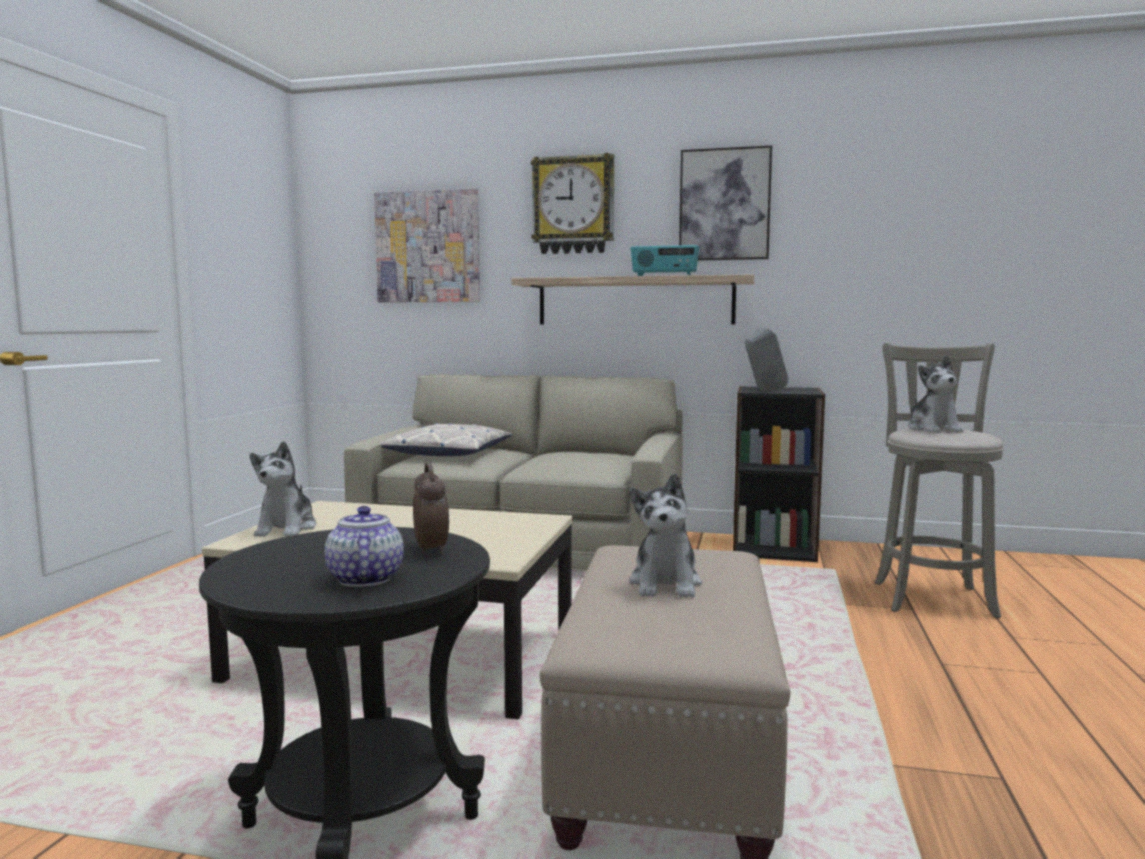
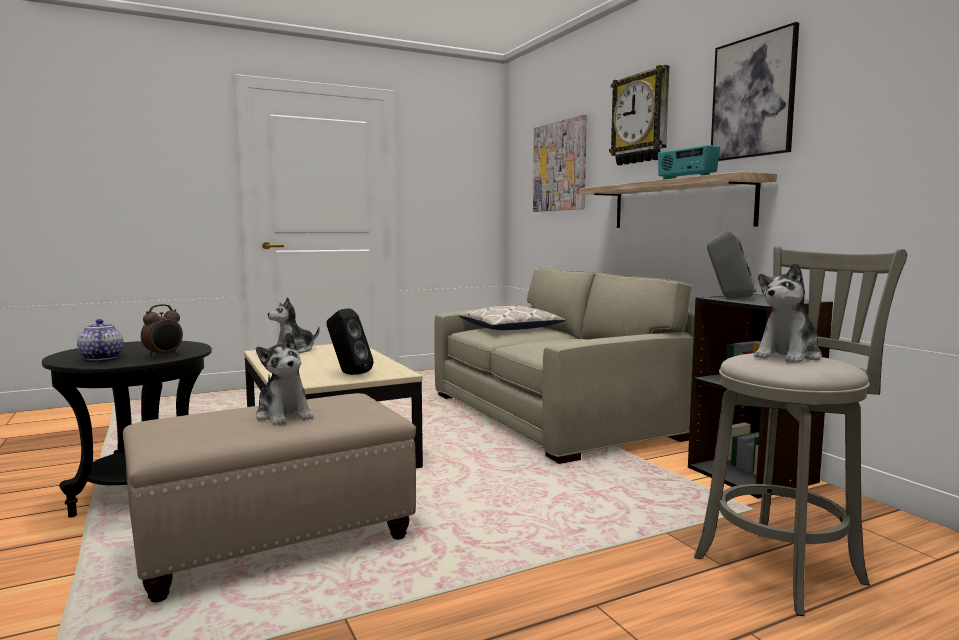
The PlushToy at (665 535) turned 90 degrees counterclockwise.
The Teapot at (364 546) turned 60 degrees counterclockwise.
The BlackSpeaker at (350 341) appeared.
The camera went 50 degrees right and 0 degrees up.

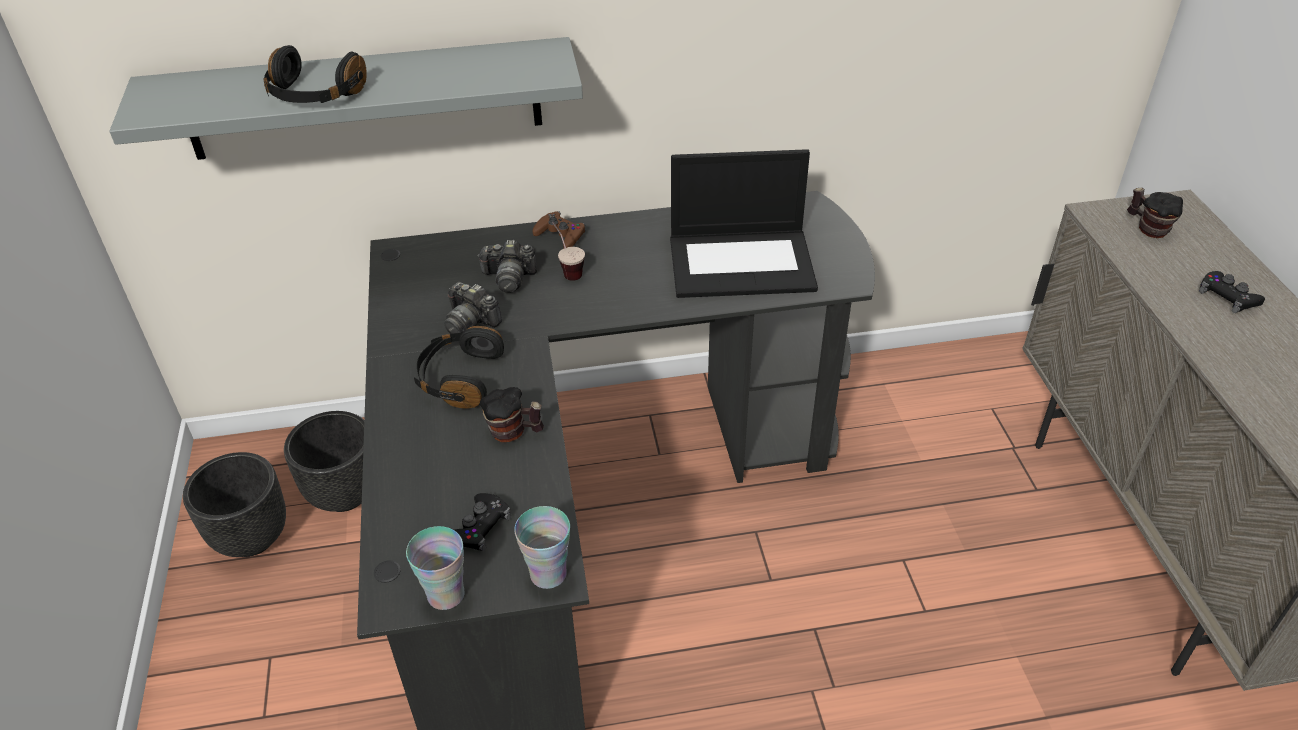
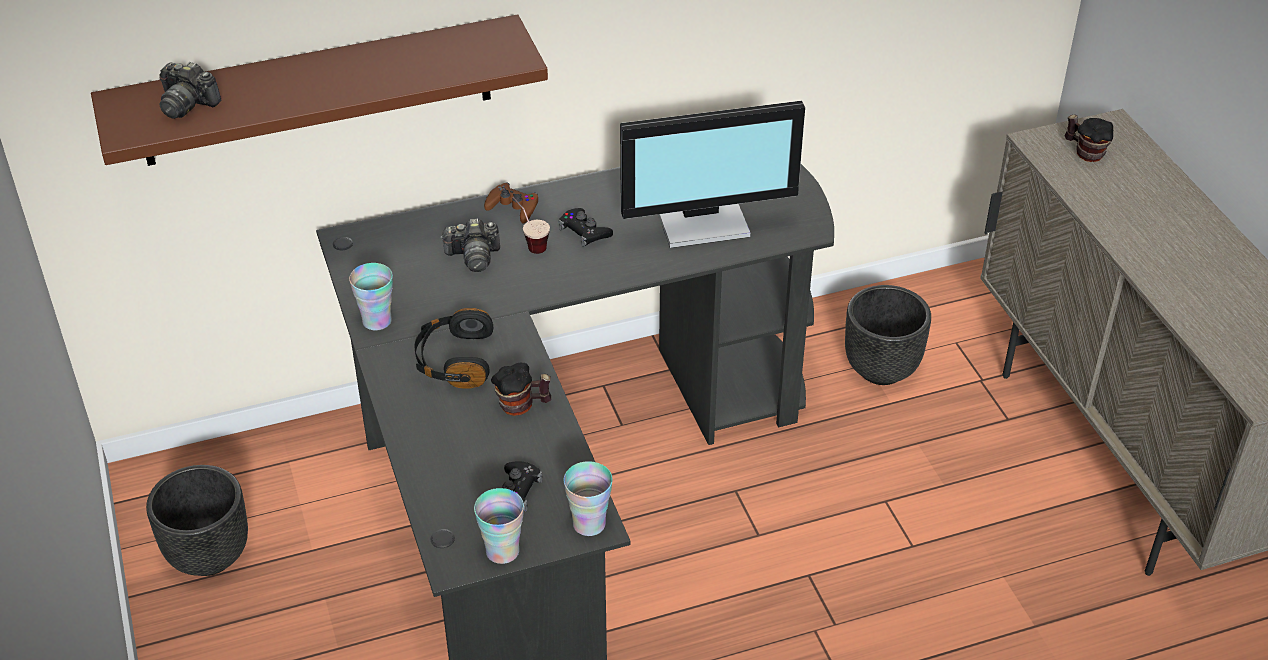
The GreyShelf at (346 98) became the BrownShelf at (319 90).
The BlackHeadphones at (315 74) disappeared.
The Laptop at (744 223) was replaced by the Monitor at (712 174).
The BlackGameController moved from (1232 292) to (585 227).
The PhotoCamera moved from (473 308) to (190 90).
The BlackPlanter moved from (324 461) to (888 335).
The Cup at (371 296) appeared.
The camera went 10 degrees left and 0 degrees up.

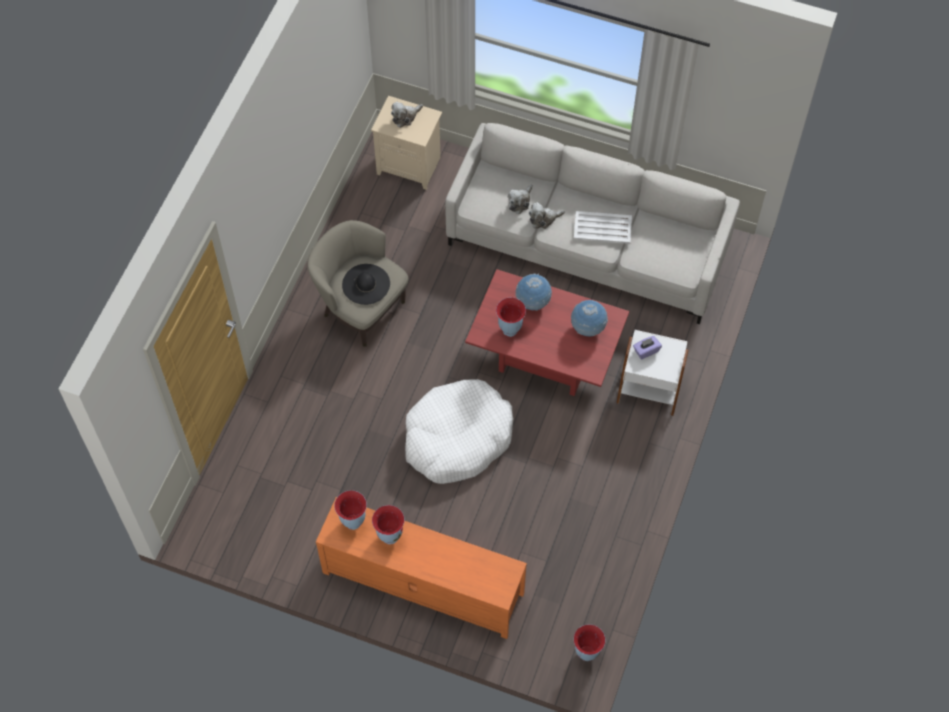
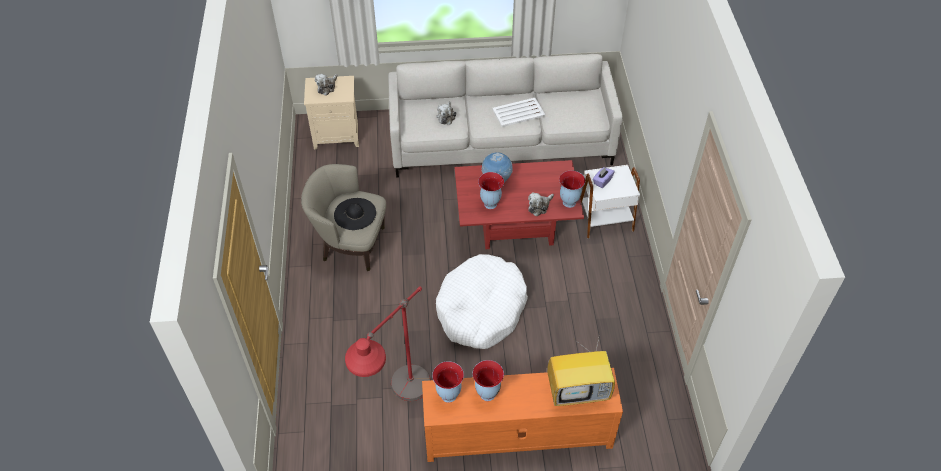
The PlushToy moved from (547 215) to (541 204).
The Globe at (589 318) disappeared.
The Vase moved from (590 642) to (572 189).
The RedFloorLamp at (388 344) appeared.
The Television at (581 372) appeared.
The camera went 25 degrees left and 10 degrees down.

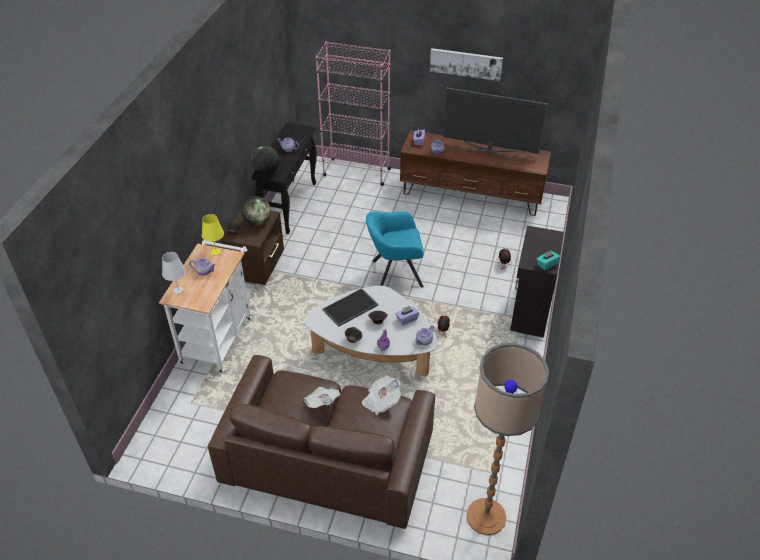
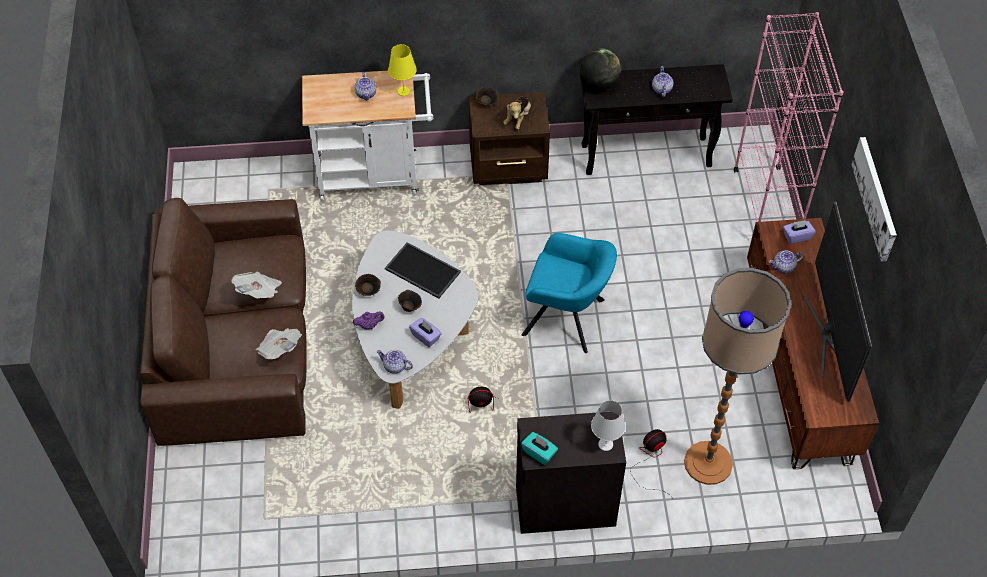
The Globe at (256 211) was replaced by the PlushToy at (517 112).
The TurquoiseArmchair at (395 249) turned 135 degrees clockwise.
The WhiteTableLamp moved from (174 273) to (608 425).
The FloorLamp moved from (507 439) to (737 376).
The camera went 70 degrees right and 10 degrees up.

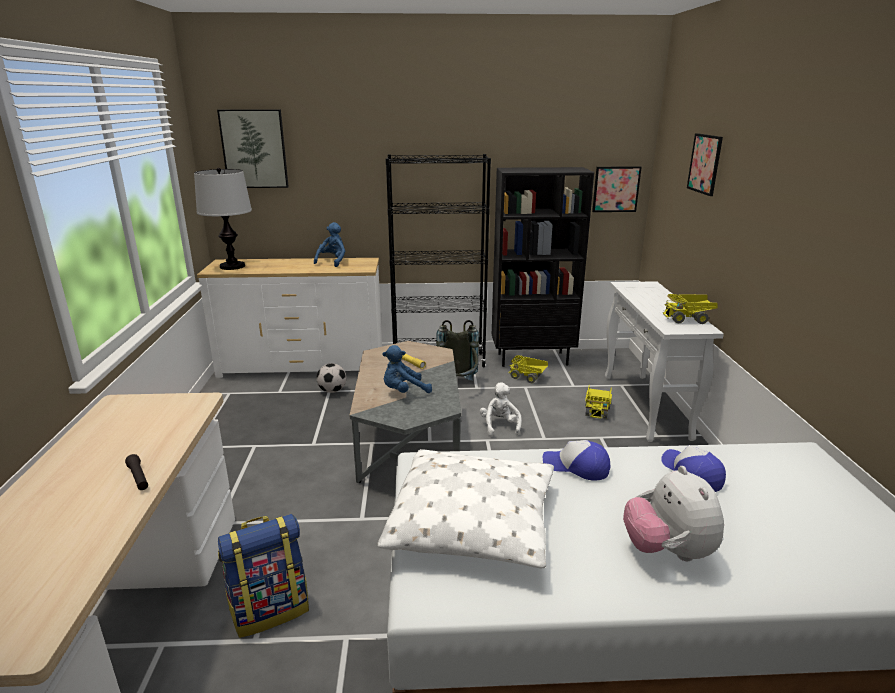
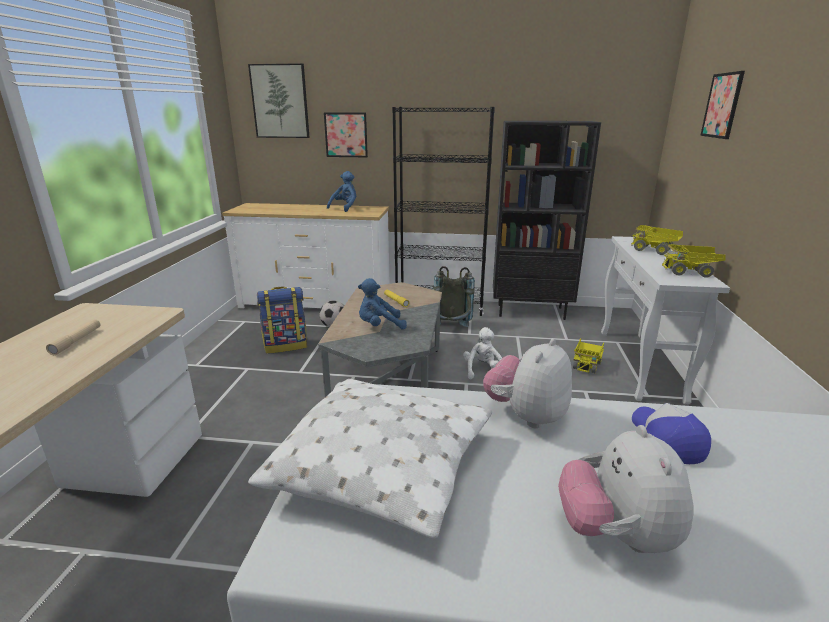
The Picture moved from (617 189) to (346 134).
The TableLamp at (223 219) disappeared.
The ToyTruck moved from (528 369) to (657 240).
The Cap at (576 460) was replaced by the PlushToy at (527 383).
The BlackFlashlight at (136 472) disappeared.
The Backpack moved from (263 576) to (282 320).
The BeigeFlashlight at (73 337) appeared.
The camera went 10 degrees right and 0 degrees up.

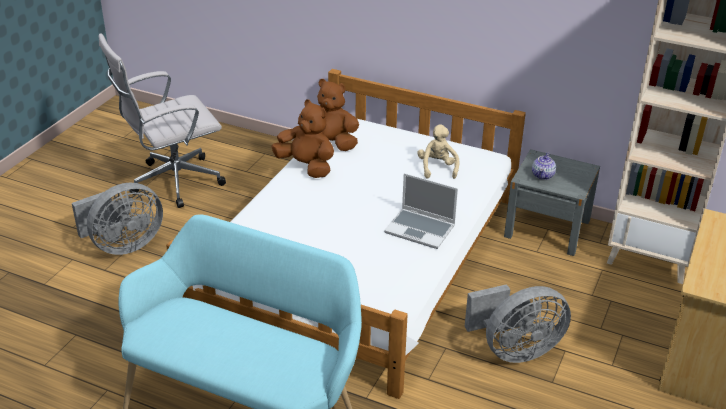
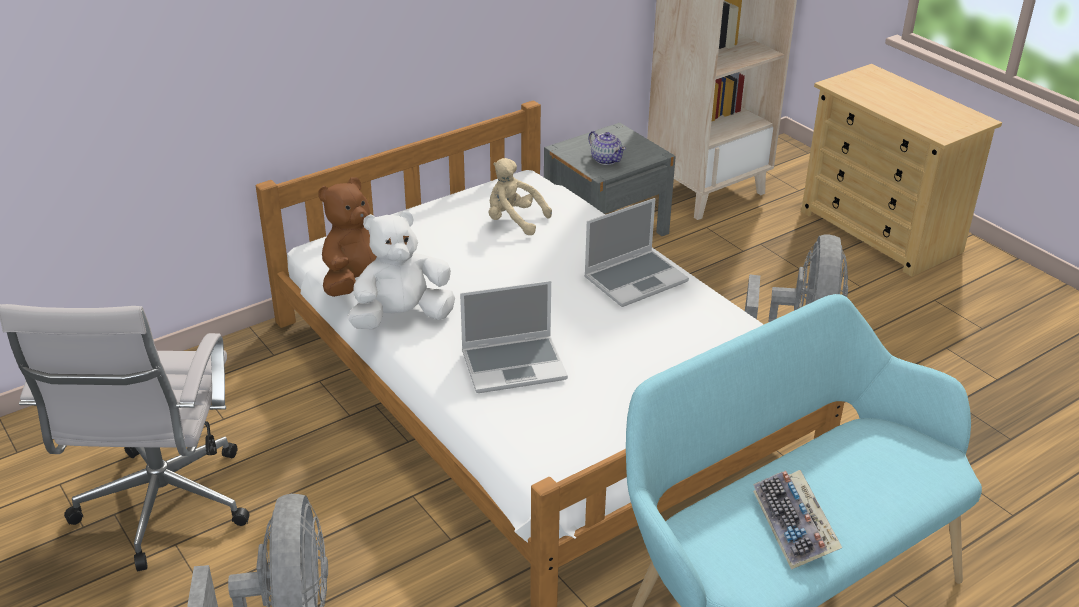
The BrownPlushToy at (302 138) became the WhitePlushToy at (401 270).
The Laptop at (514 336) appeared.
The Keyboard at (797 520) appeared.
The camera went 60 degrees left and 0 degrees up.

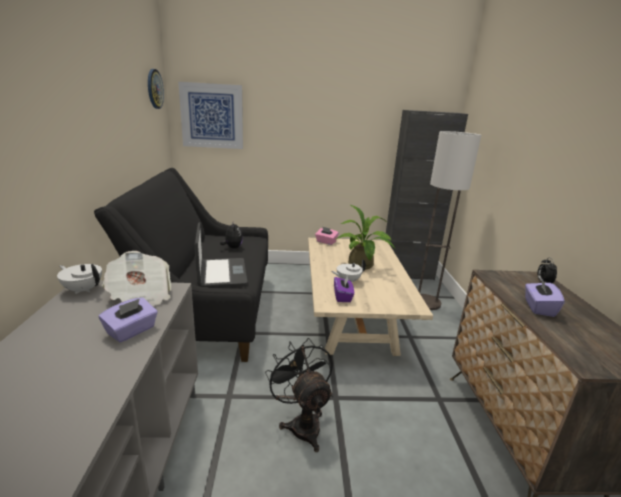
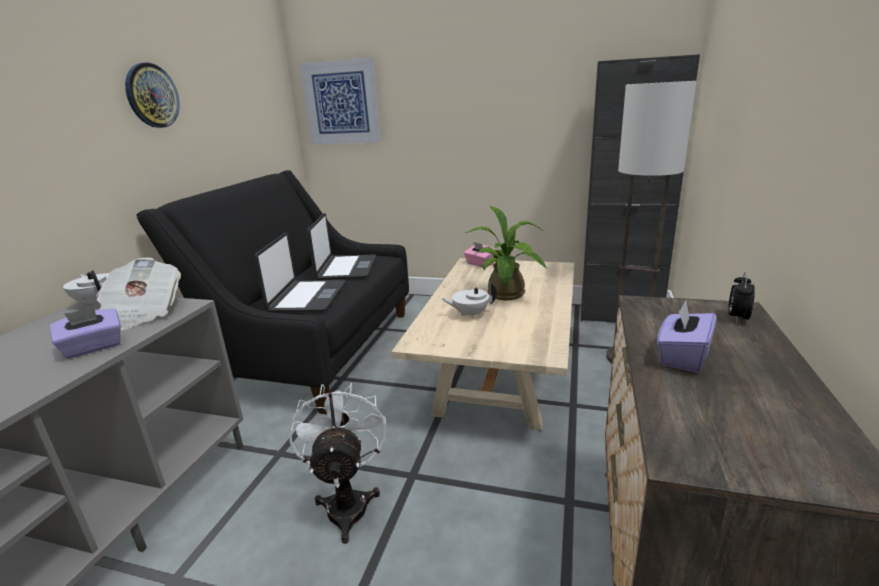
The WallClock moved from (156 89) to (152 95).
The PlushToy at (231 236) was replaced by the Laptop at (341 246).
The PurpleTissueBox at (344 288) disappeared.
The BlackFan at (299 395) became the WhiteFan at (337 463).
The camera went 20 degrees right and 0 degrees up.

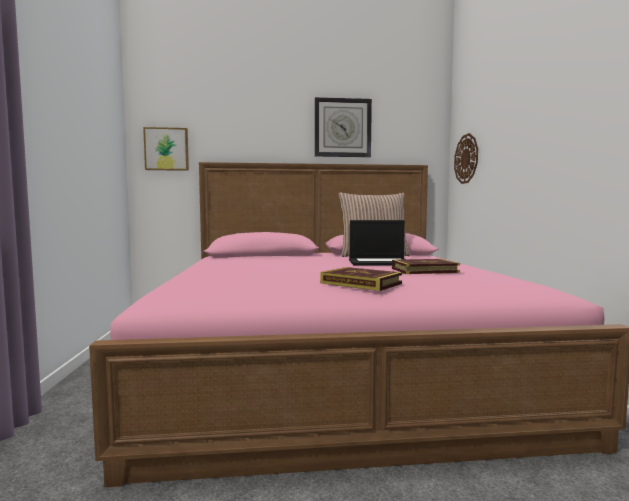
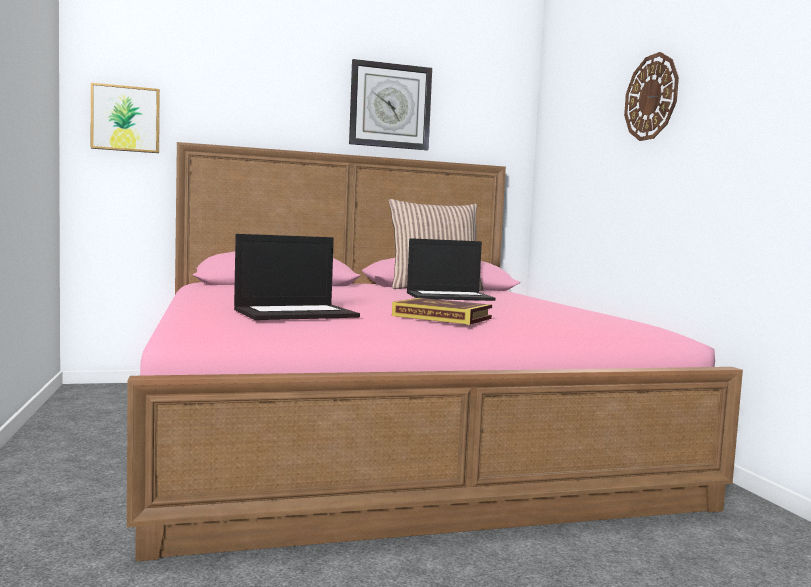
The WallClock moved from (466 158) to (651 96).
The Book at (426 266) disappeared.
The Laptop at (297 277) appeared.
The camera went 10 degrees left and 0 degrees up.

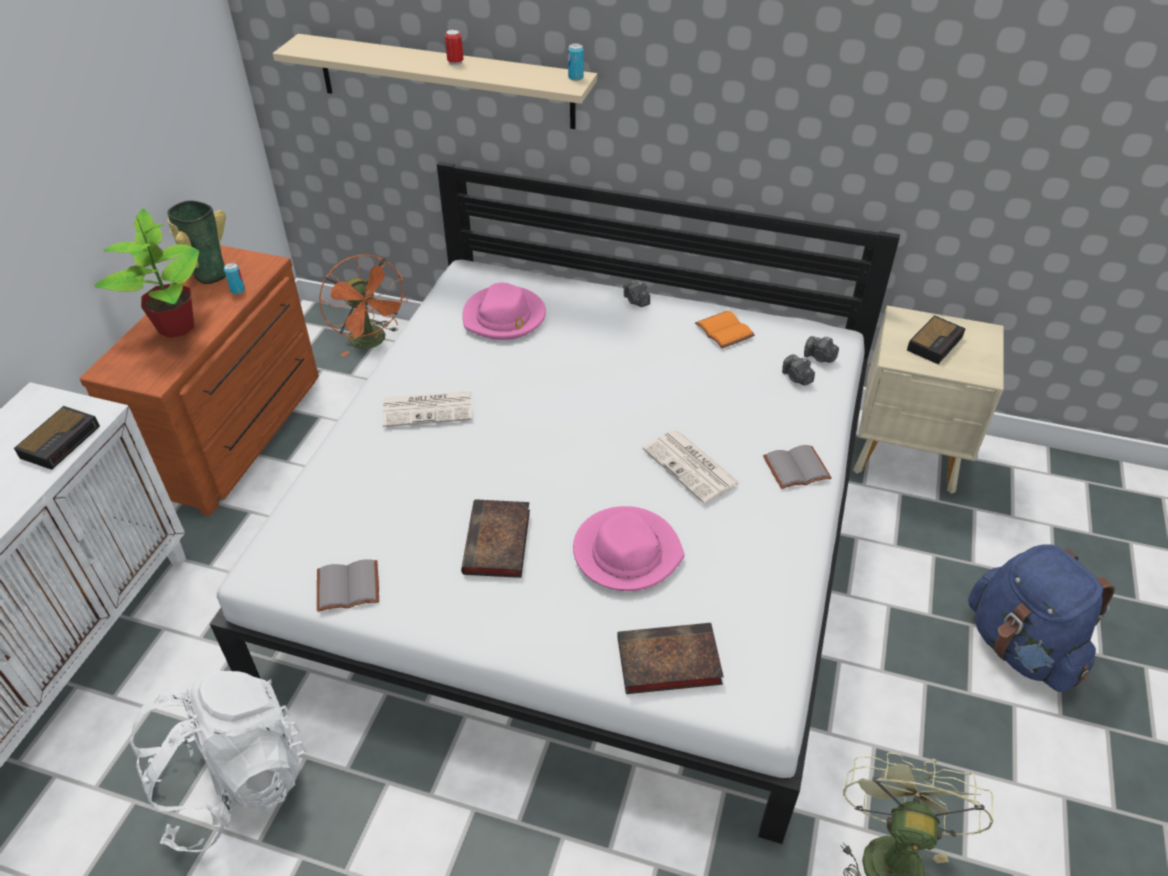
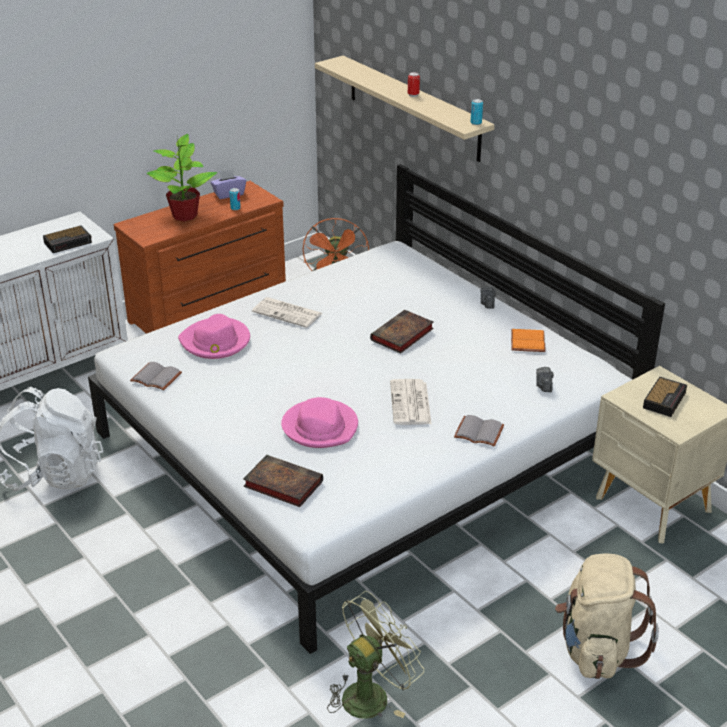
The Vase at (196 242) was replaced by the PurpleTissueBox at (228 184).
The PinkHat moved from (504 311) to (214 336).
The AlarmClock at (936 339) turned 45 degrees counterclockwise.
The PhotoCamera at (821 349) disappeared.
The Book moved from (495 538) to (402 332).
The BlueBackpack at (1041 618) became the BeigeBackpack at (607 616).
The camera went 35 degrees right and 10 degrees down.

